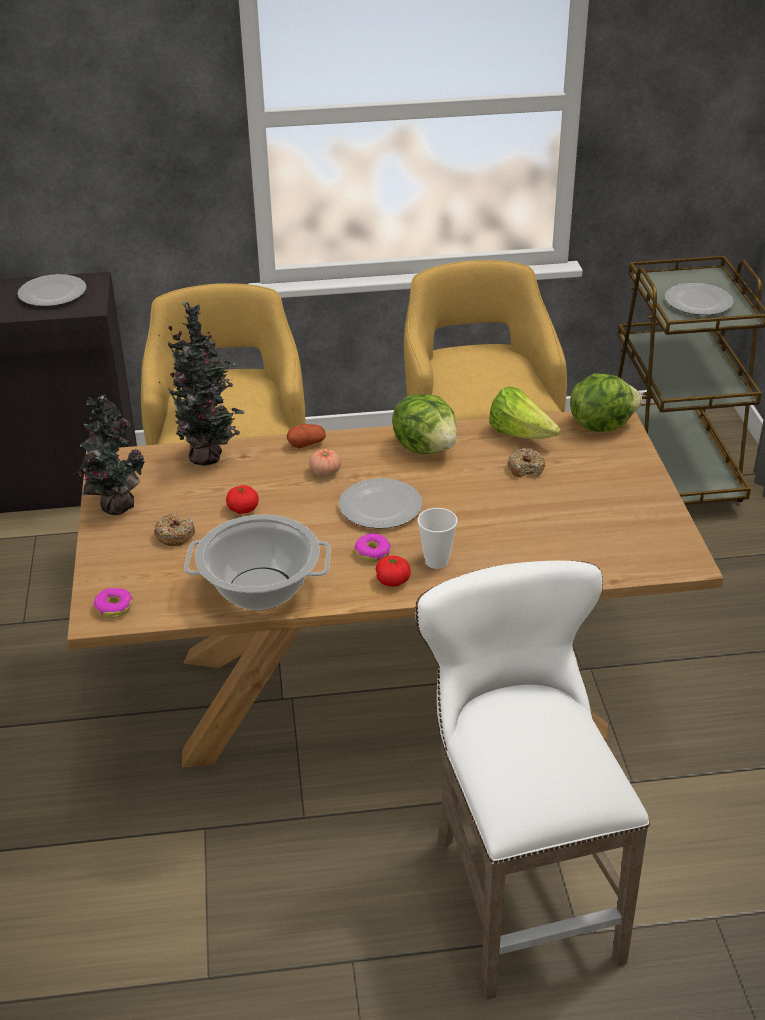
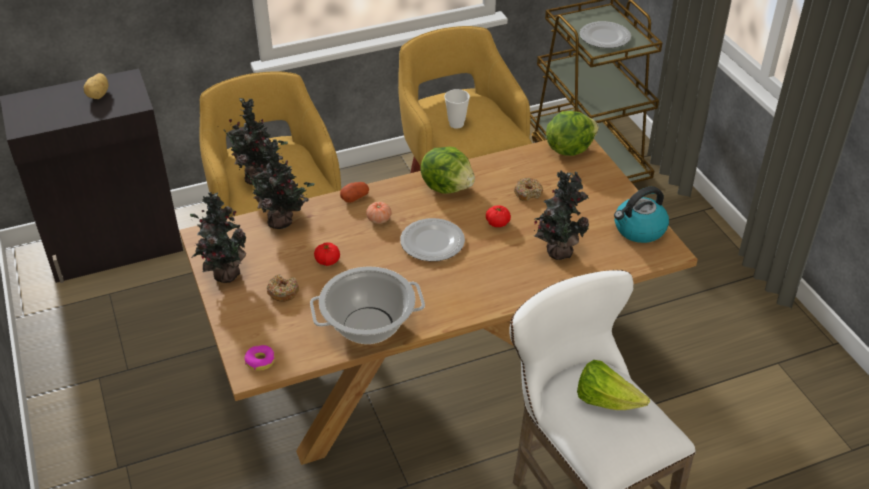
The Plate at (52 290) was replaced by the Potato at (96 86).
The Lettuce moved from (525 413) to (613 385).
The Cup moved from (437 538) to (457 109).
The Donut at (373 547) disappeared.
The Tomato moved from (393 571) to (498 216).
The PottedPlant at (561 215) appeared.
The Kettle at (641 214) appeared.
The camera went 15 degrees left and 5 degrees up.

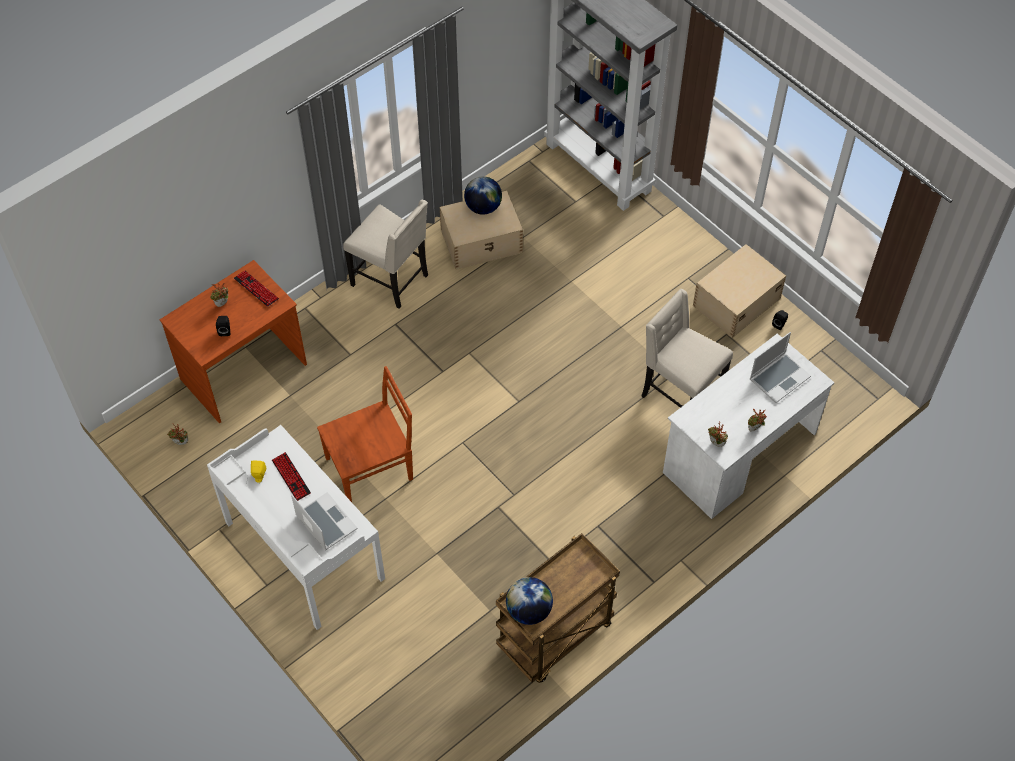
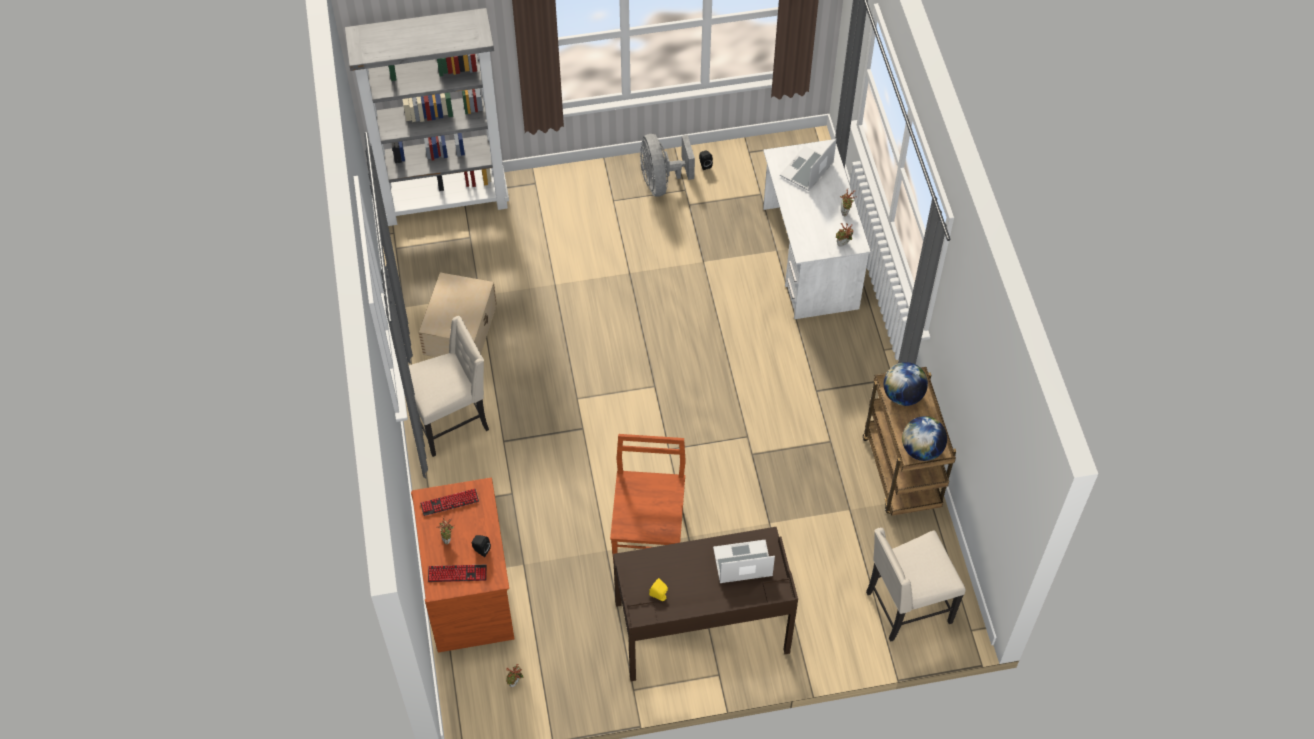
The Globe moved from (483 195) to (906 384).
The BeigeStorageBox at (739 291) was replaced by the GreyFan at (667 165).
The BeigeChair moved from (687 348) to (916 584).
The Laptop at (780 367) turned 135 degrees counterclockwise.
The WhiteDesk at (296 527) became the BrownDesk at (705 603).
The Keyboard moved from (291 476) to (457 573).
The camera went 60 degrees left and 0 degrees up.

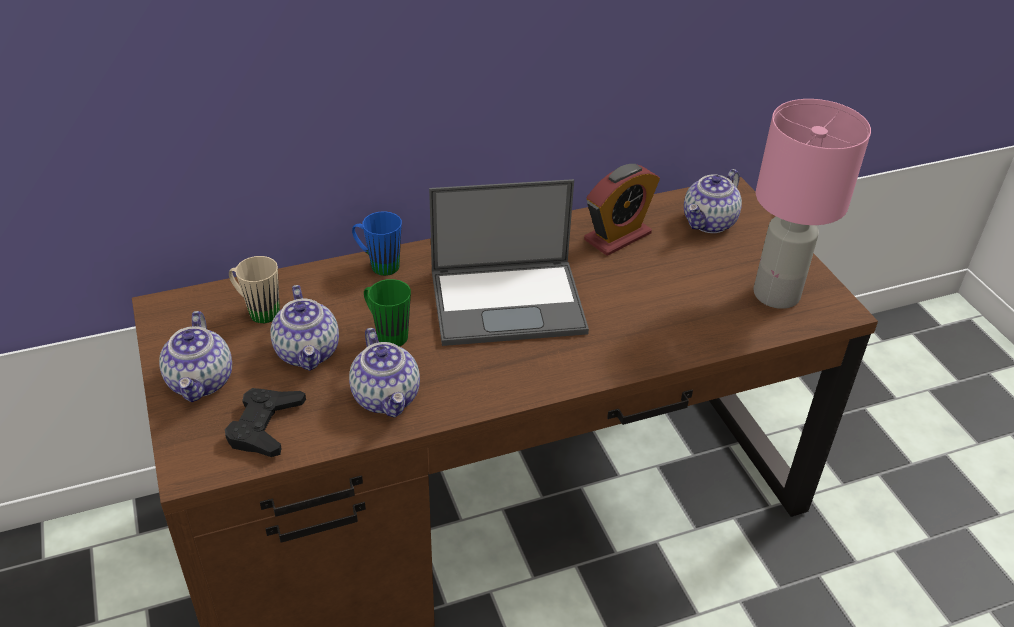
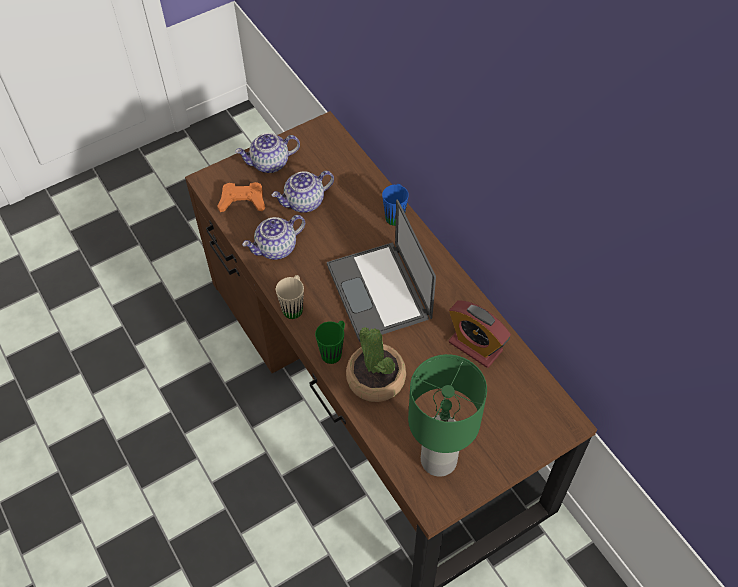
The PinkTableLamp at (812 204) became the GreenTableLamp at (447 415).
The Teapot at (713 201) disappeared.
The BeigeMug moved from (254 289) to (290 297).
The GreenMug moved from (387 313) to (330 342).
The BlackGameController at (265 422) became the OrangeGameController at (241 197).
The PottedPlant at (376 364) appeared.
The camera went 80 degrees right and 15 degrees up.

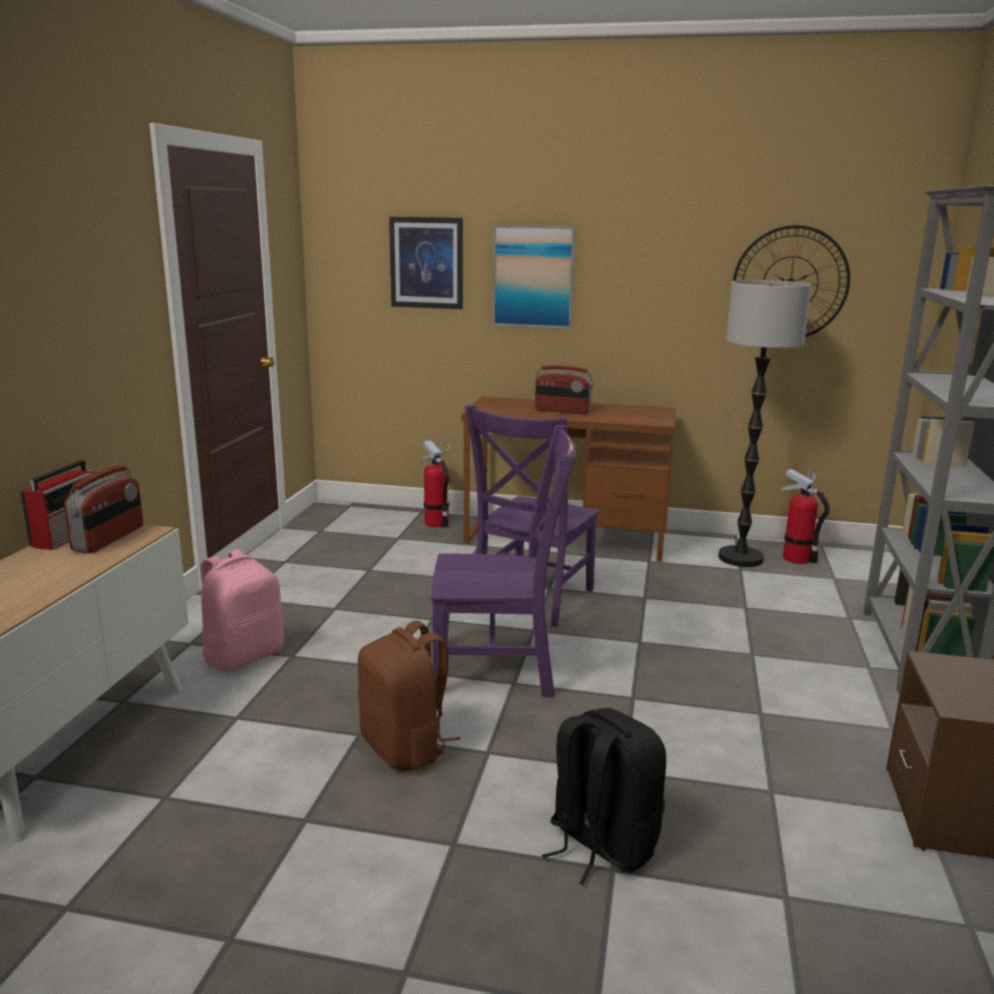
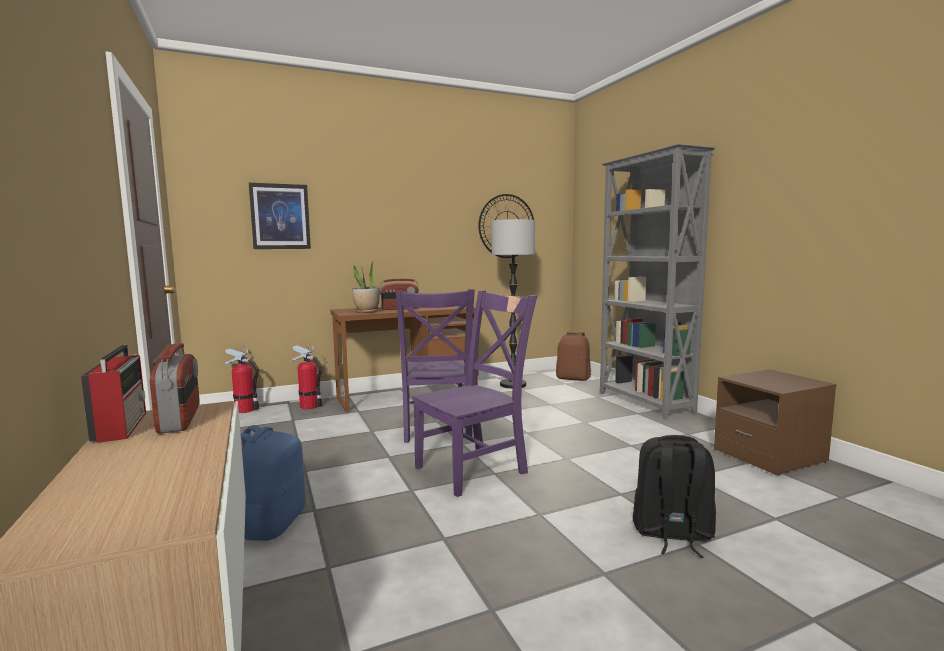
The Picture at (534 277) disappeared.
The FireExtinguisher moved from (805 516) to (242 379).
The PinkBackpack at (242 610) became the BlueBackpack at (273 483).
The BrownBackpack moved from (409 696) to (573 356).
The PottedPlant at (366 287) appeared.
The camera went 35 degrees left and 10 degrees down.

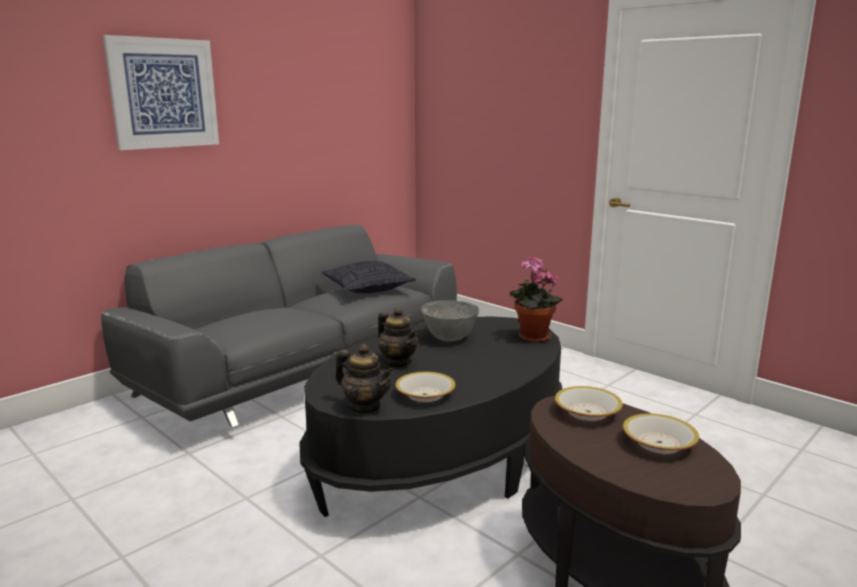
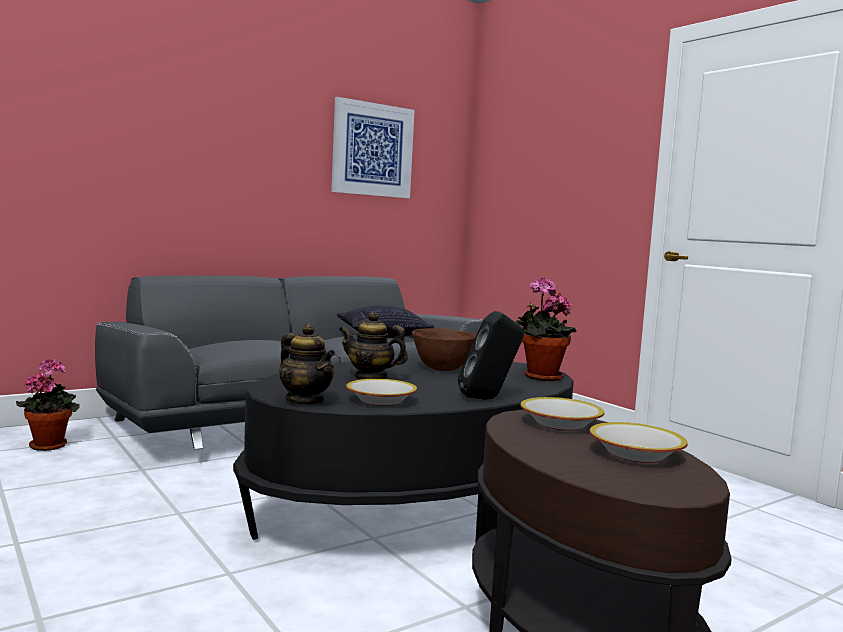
The Picture moved from (161 92) to (373 147).
The GreyBowl at (450 320) became the BrownBowl at (444 349).
The Teapot at (398 337) turned 135 degrees clockwise.
The BlackSpeaker at (491 355) appeared.
The PottedPlant at (47 404) appeared.
The camera went 10 degrees right and 10 degrees down.

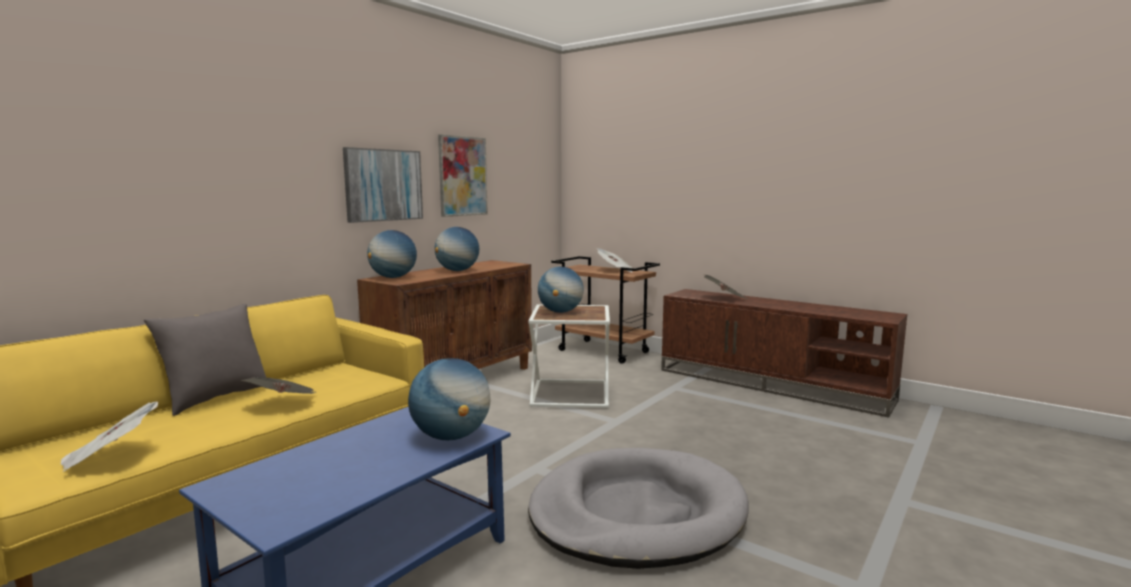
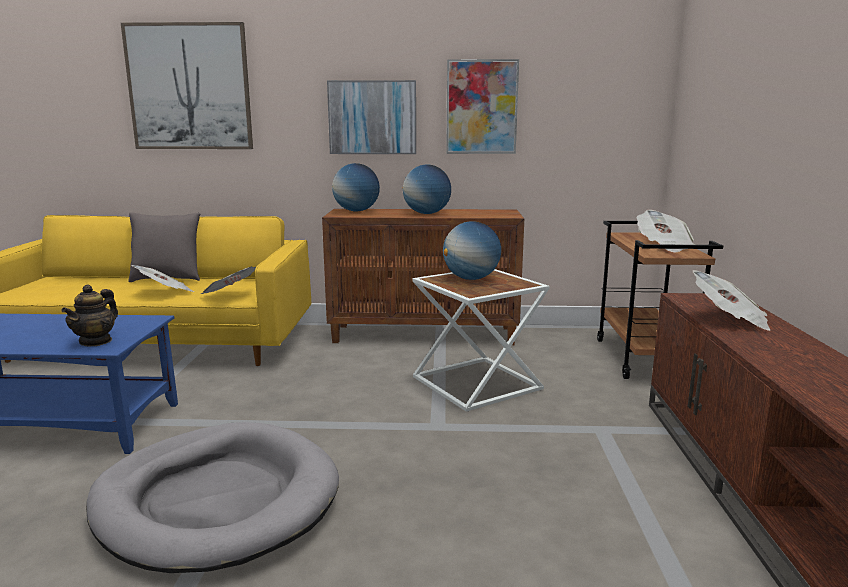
The Globe at (449 399) was replaced by the Teapot at (89 315).
The Newspaper moved from (109 437) to (228 280).
The Picture at (187 85) appeared.
The camera went 55 degrees right and 5 degrees up.

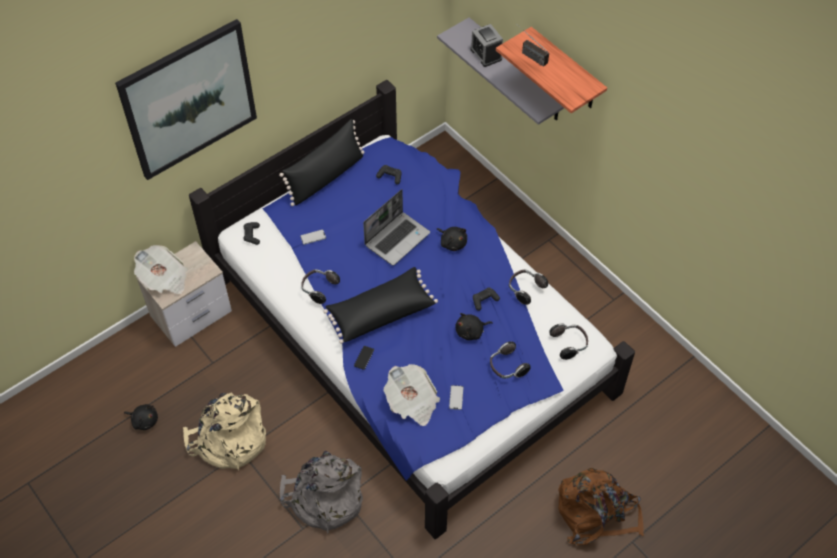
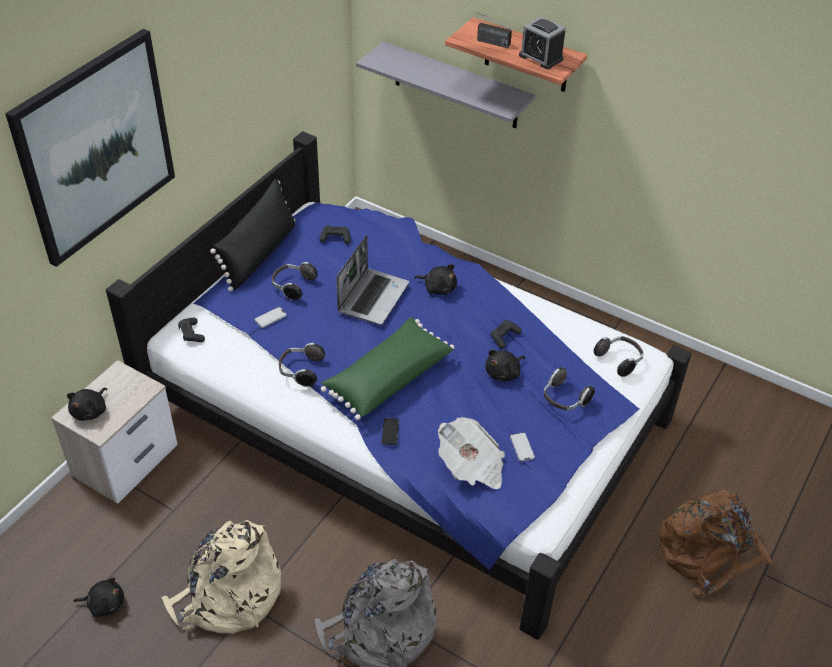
The AlarmClock moved from (487 45) to (542 43).
The Newspaper at (161 269) was replaced by the BlackPlushToy at (87 404).
The BlackPillow at (381 305) became the GreenPillow at (388 368).
The Headphones moved from (528 287) to (294 281).
The camera went 20 degrees left and 10 degrees down.

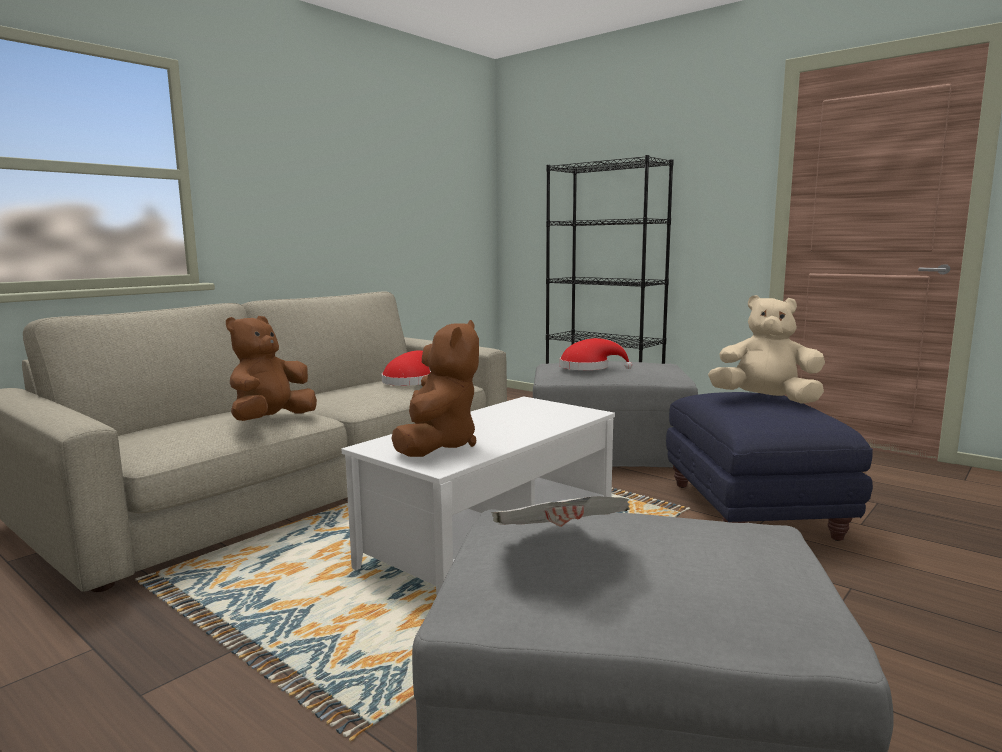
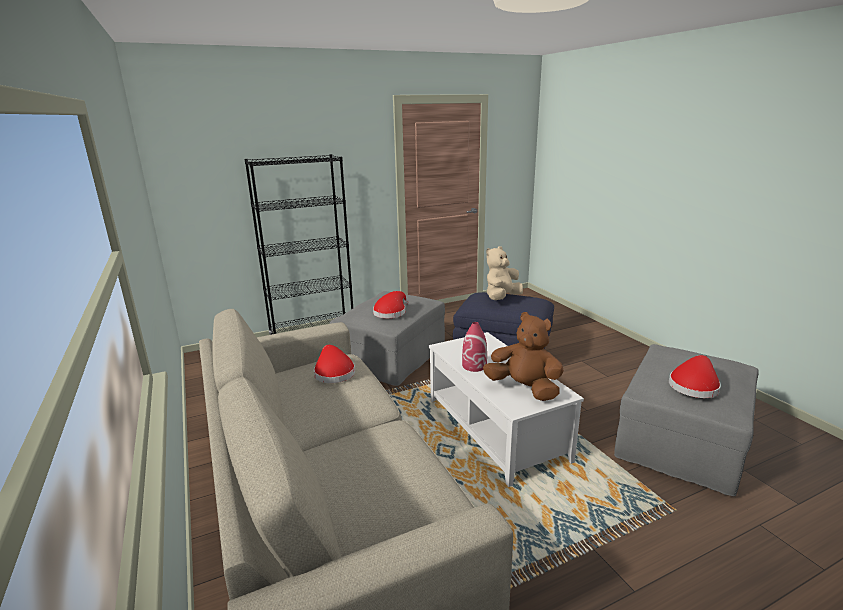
The BrownPlushToy at (271 368) disappeared.
The Newspaper at (560 511) was replaced by the RedHat at (695 376).
The RedVase at (474 347) appeared.
The camera went 65 degrees left and 10 degrees up.

